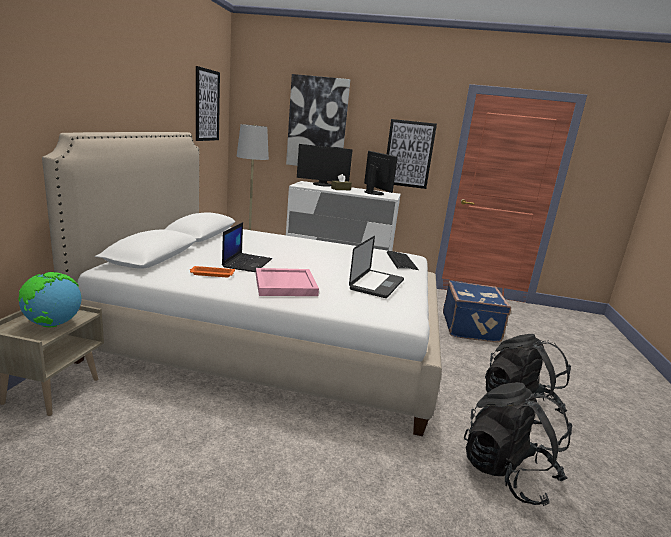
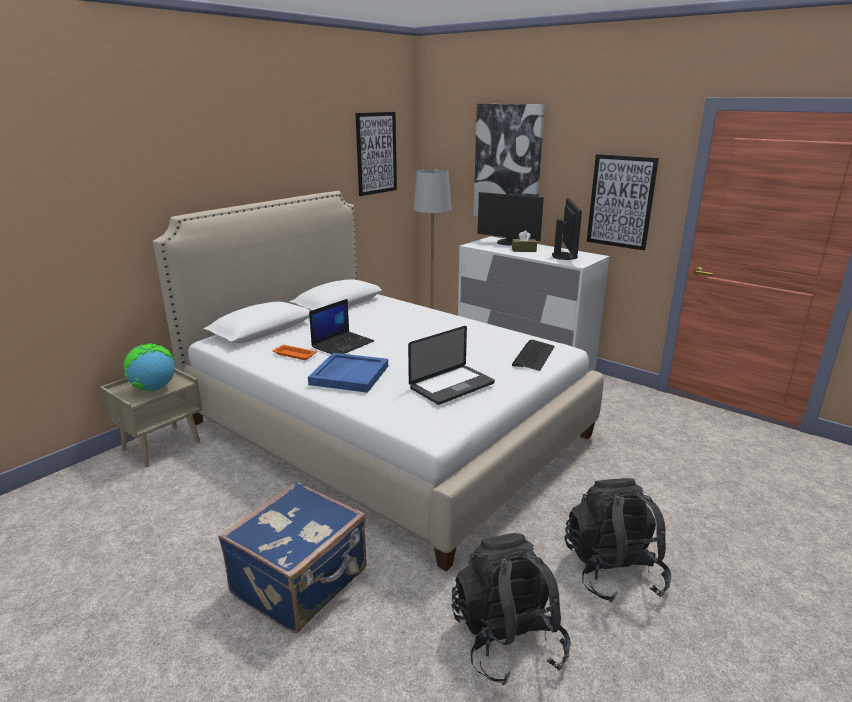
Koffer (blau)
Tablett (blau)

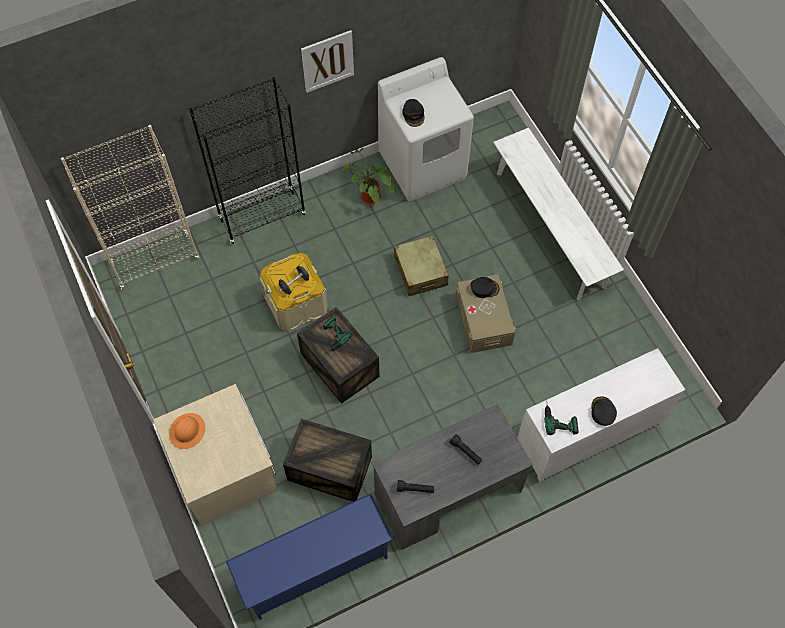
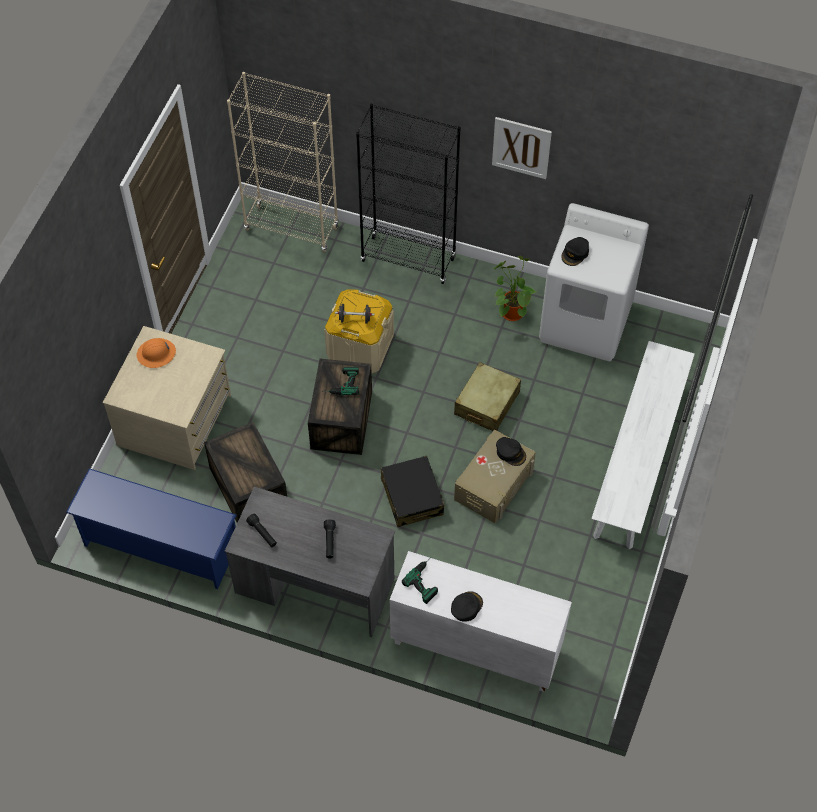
Koffer (schwarz)

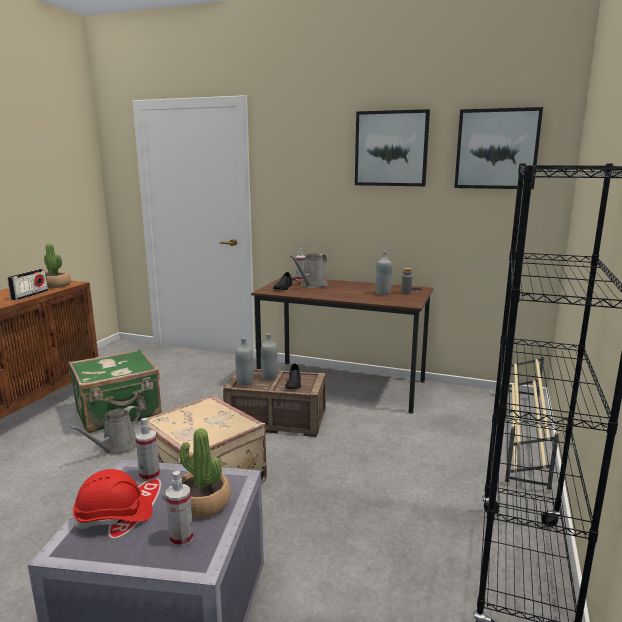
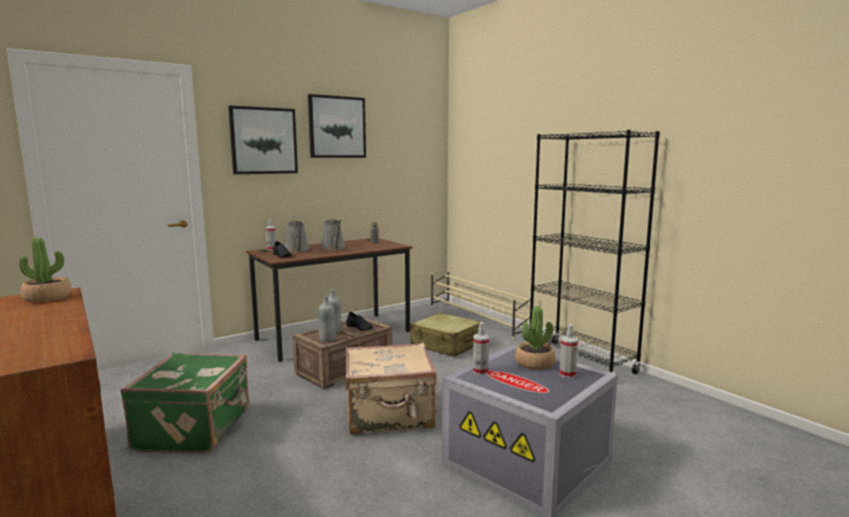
Radio
Schutzhelm (rot)
Flasche (grau) (3rd from left in the first image)
Koffer (beige) (2nd from left)
Gießkanne (grau) (2nd from left)
Bild (1st from left)

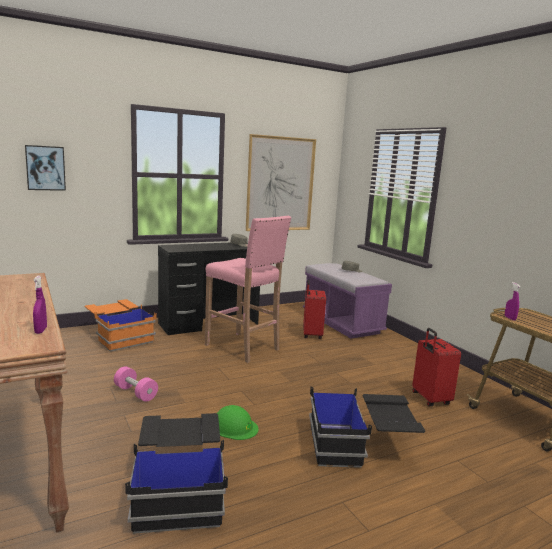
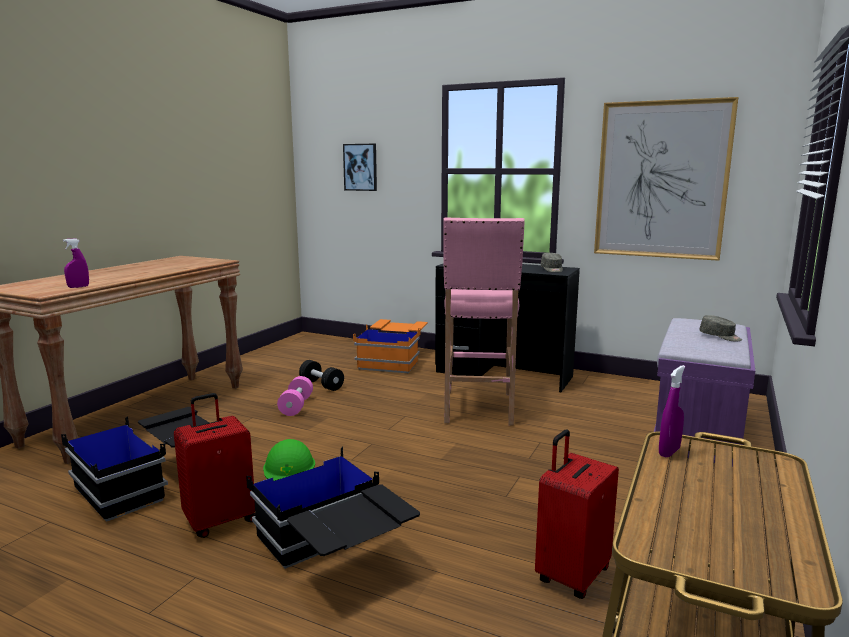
Hantel (schwarz)
Koffer (rot) (1st from left)

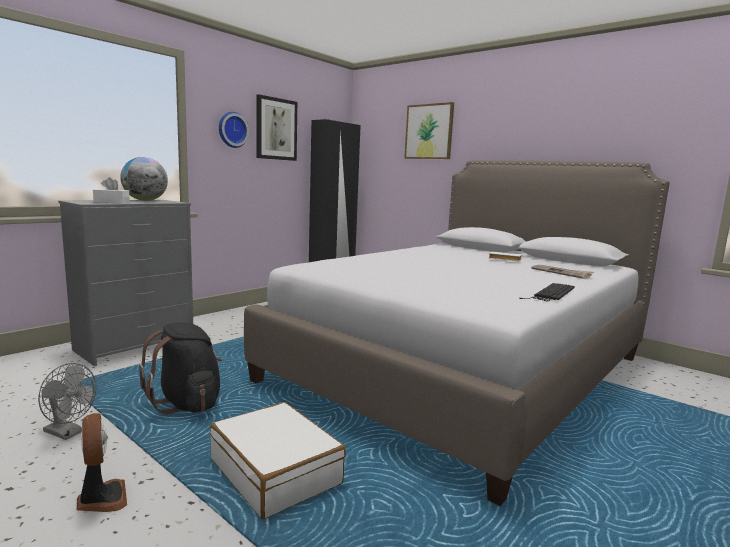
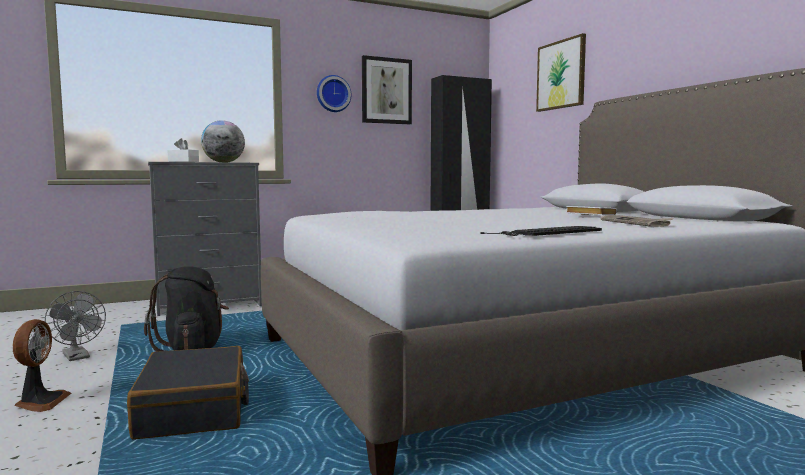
Koffer (schwarz)

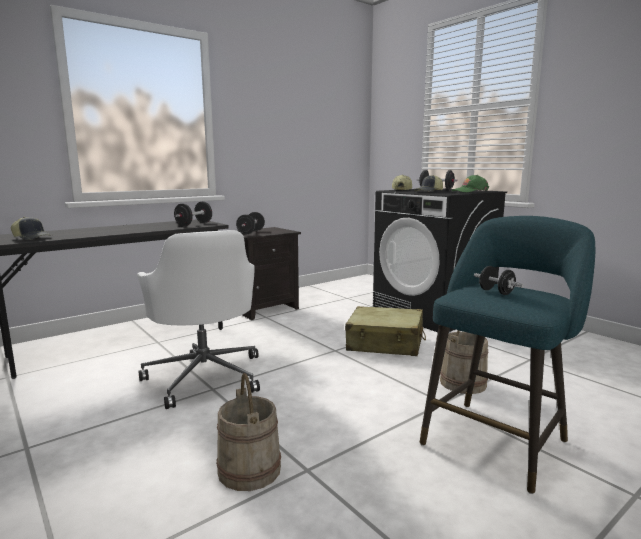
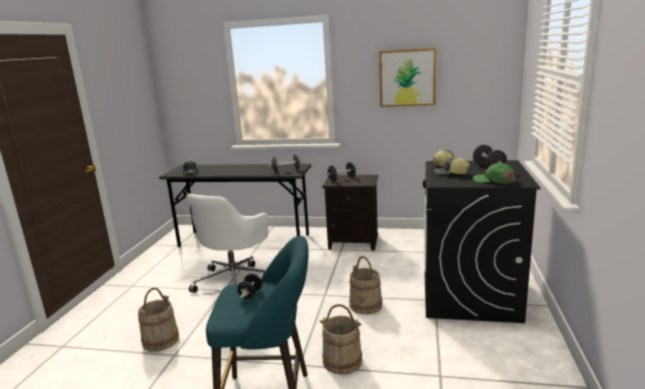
Bild
Eimer (beige) (3rd from left)

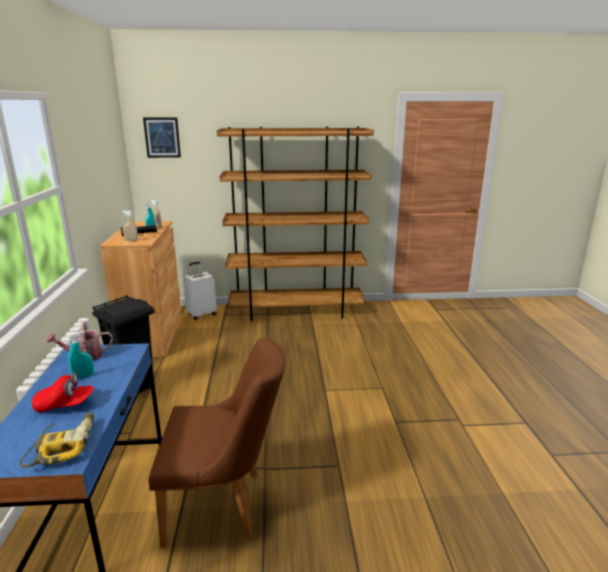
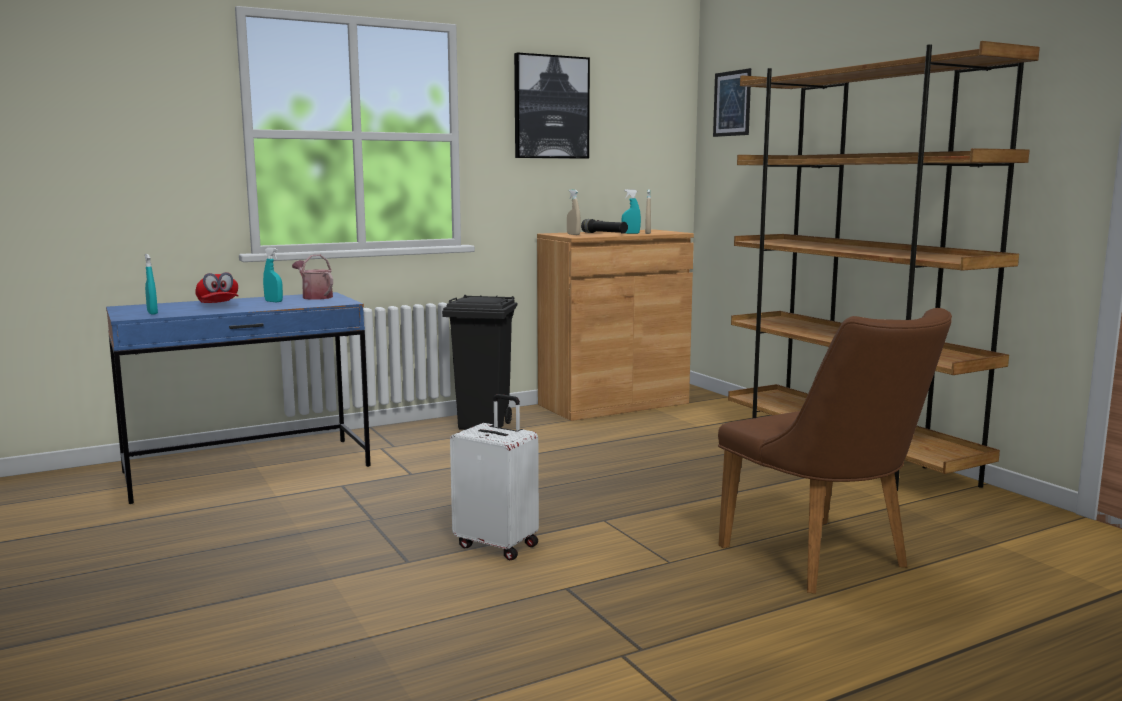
Bild (1st from left)
Stuhl (braun)
Koffer (weiß)
Sprühflasche (türkis) (1st from left)

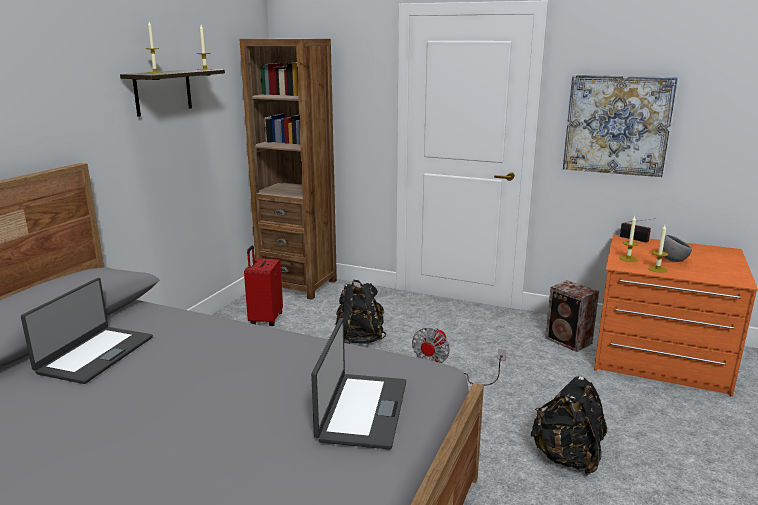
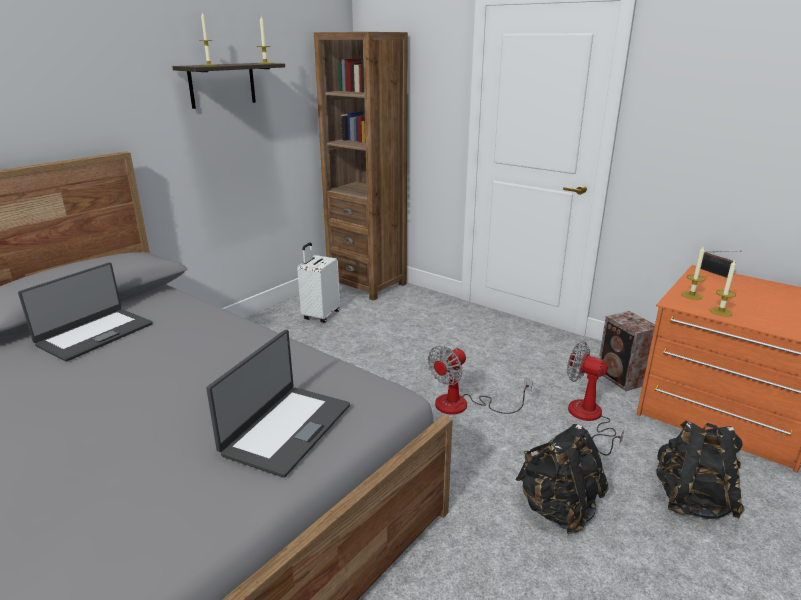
Bild
Schüssel (grau)
Ventilator (2nd from left)
Rucksack (schwarz) (2nd from left)
Koffer (weiß)

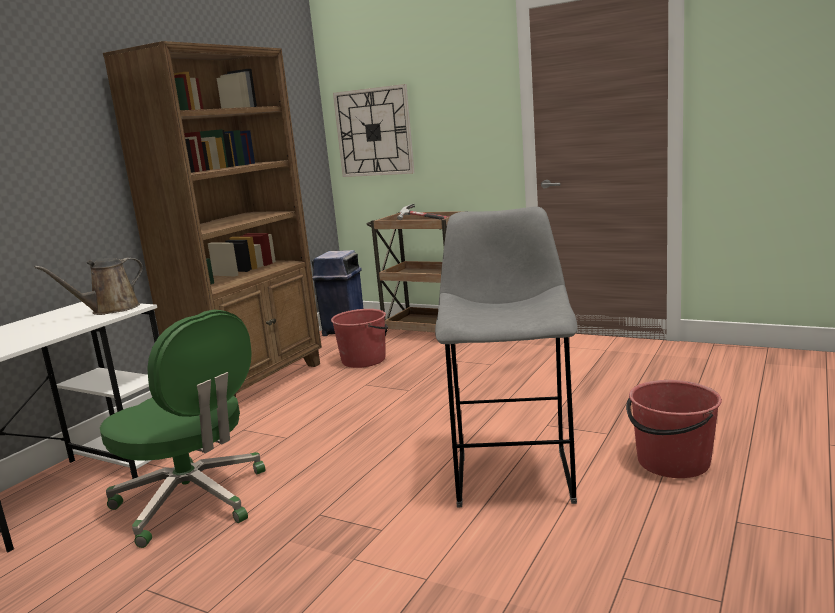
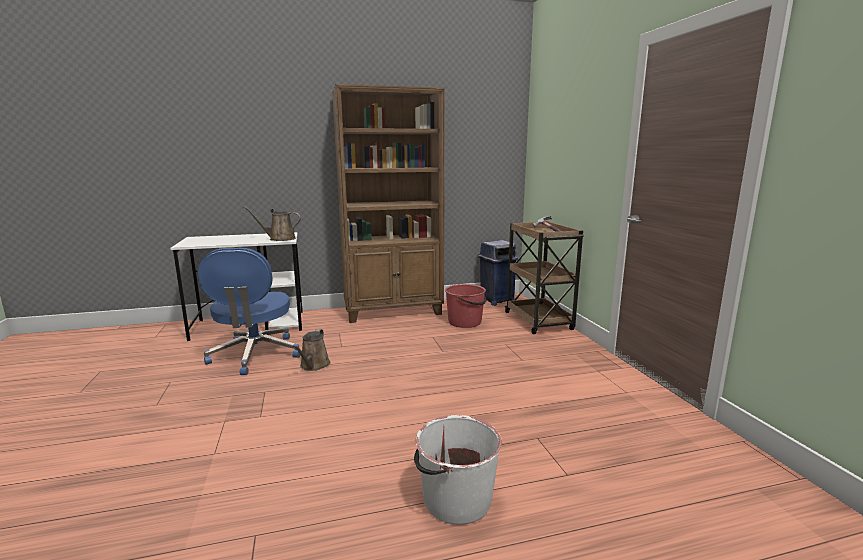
Wanduhr
Hocker (grau)
Gießkanne (braun) (2nd from left)
Bürostuhl (blau)
Eimer (weiß)

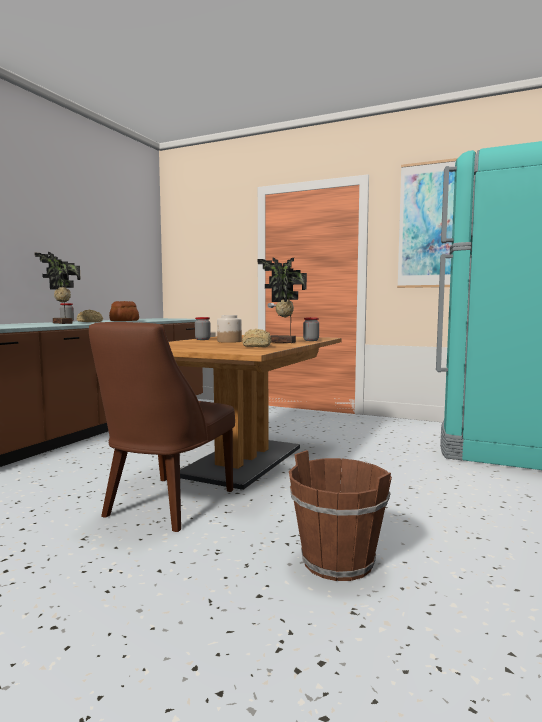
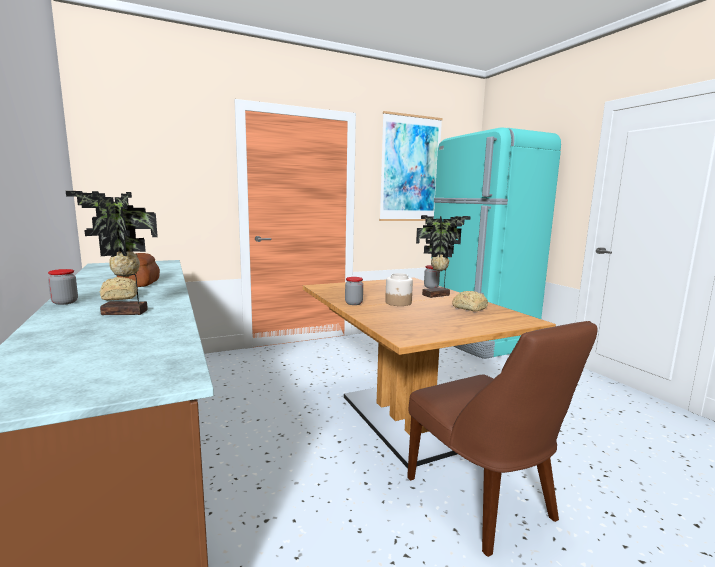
Eimer (braun)

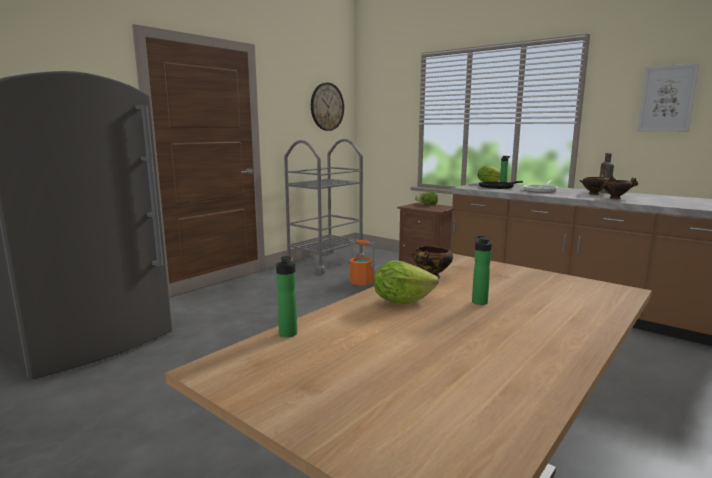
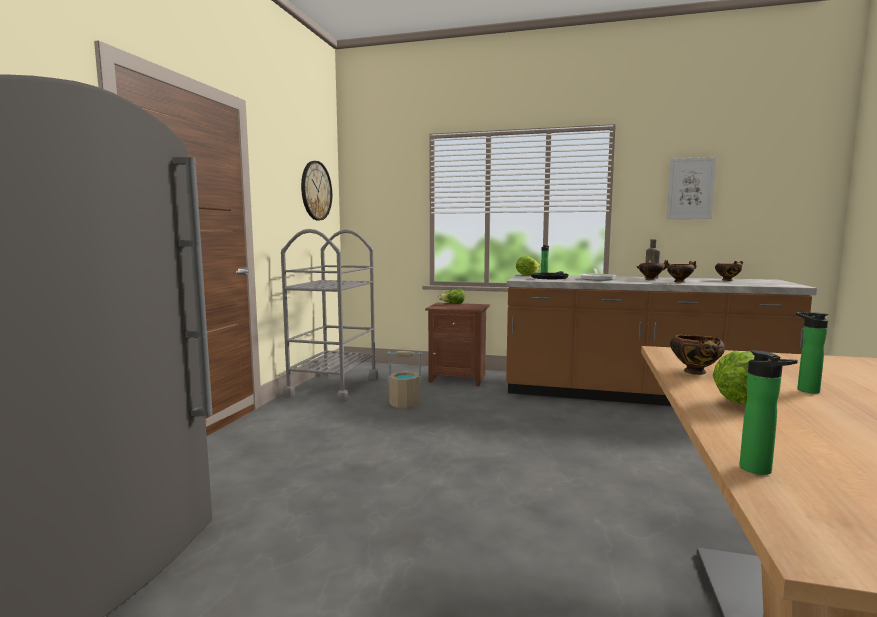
Schüssel (4th from left)
Eimer (beige)

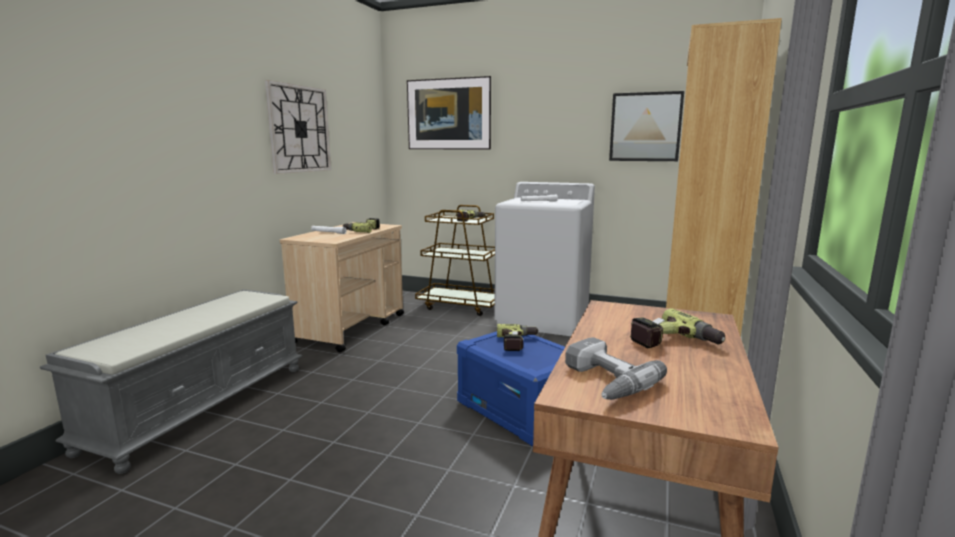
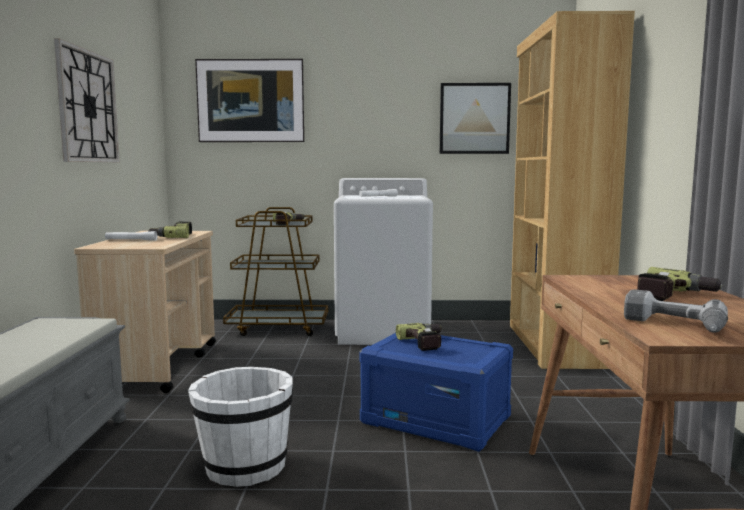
Eimer (weiß)

